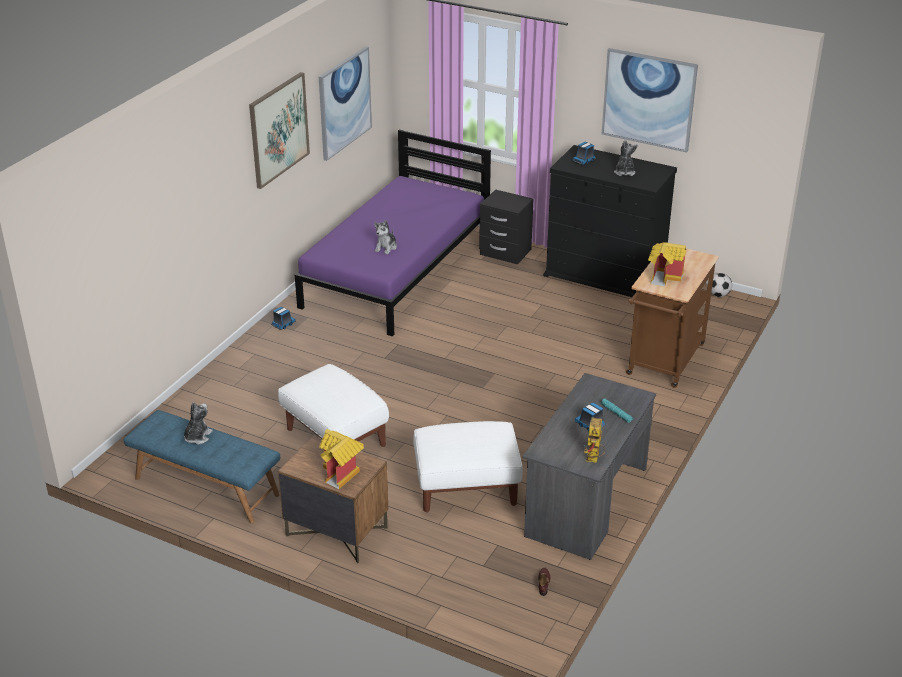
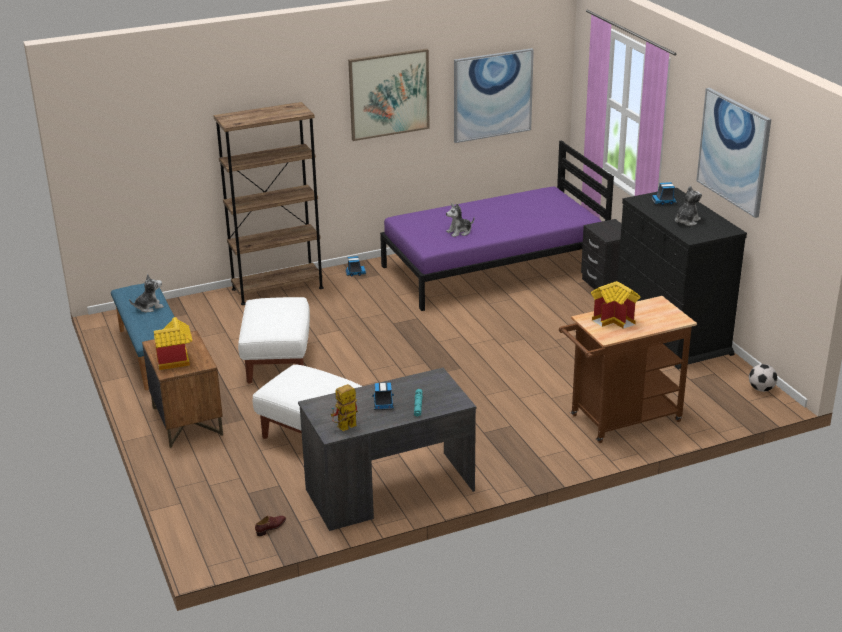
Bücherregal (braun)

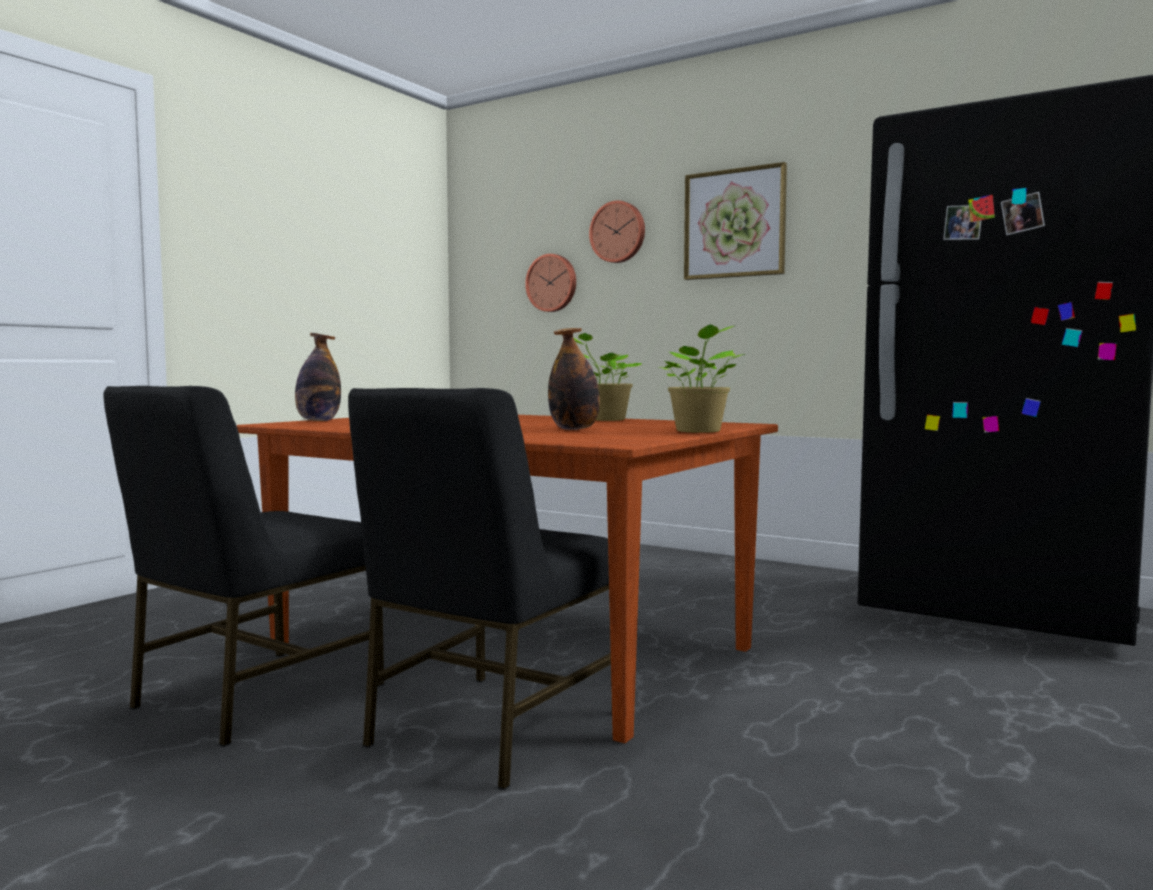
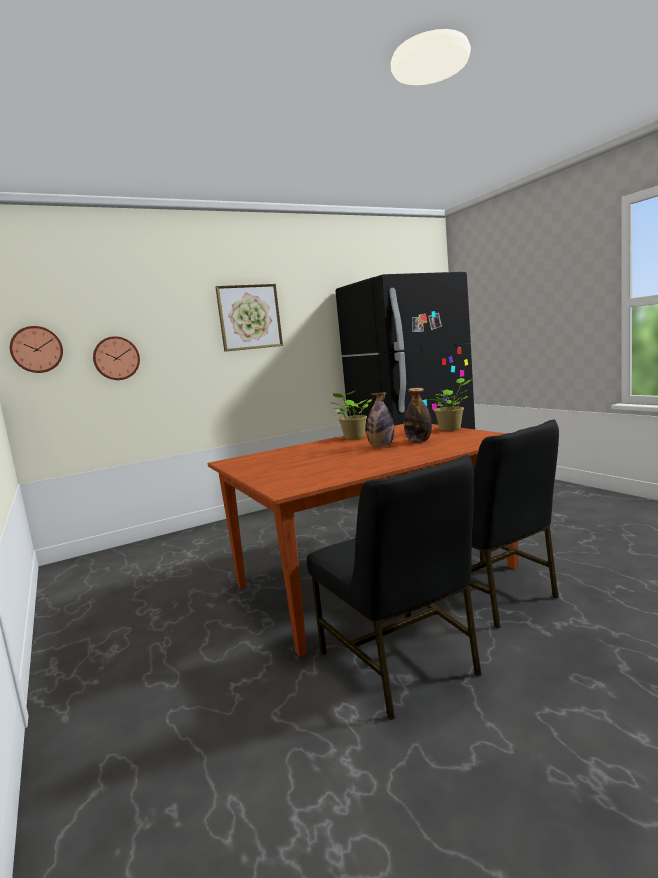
Flasche (1st from left)
Wanduhr (1st from left)

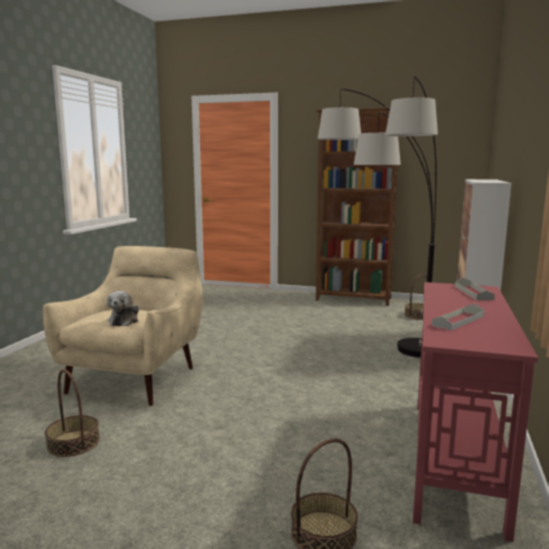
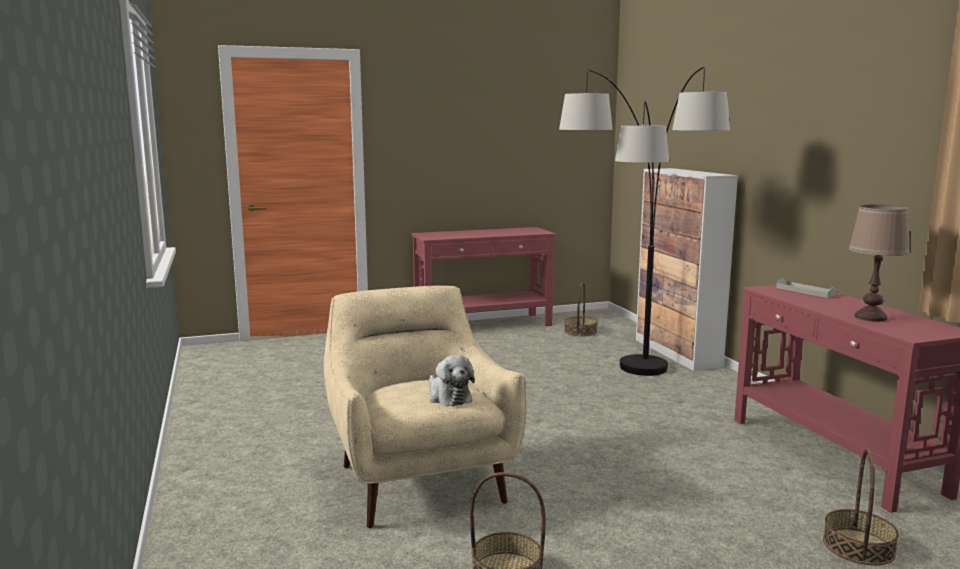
Konsolentisch (rot) (1st from left)
Tischlampe (braun)

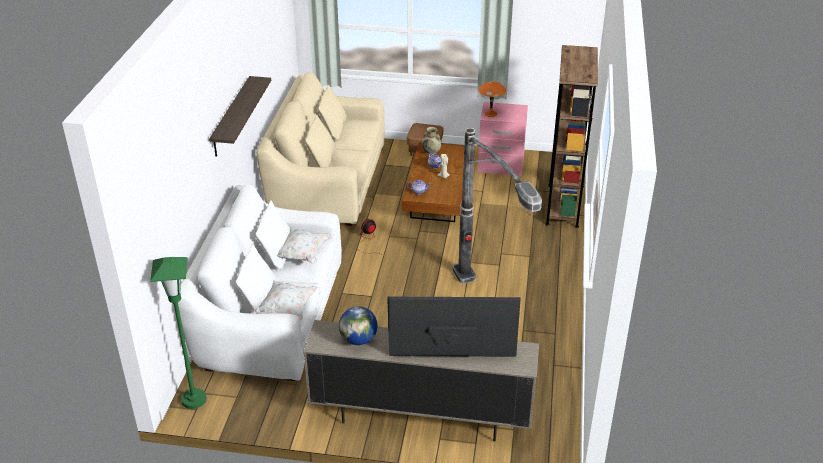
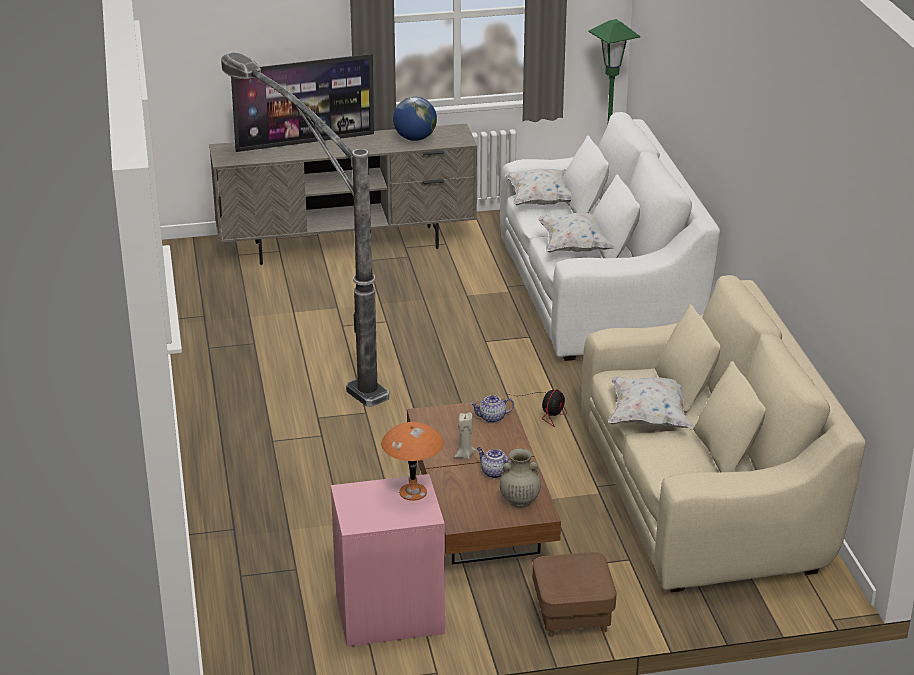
Wandregal
Bücherregal (braun)
Kissen (weiß) (3rd from left)

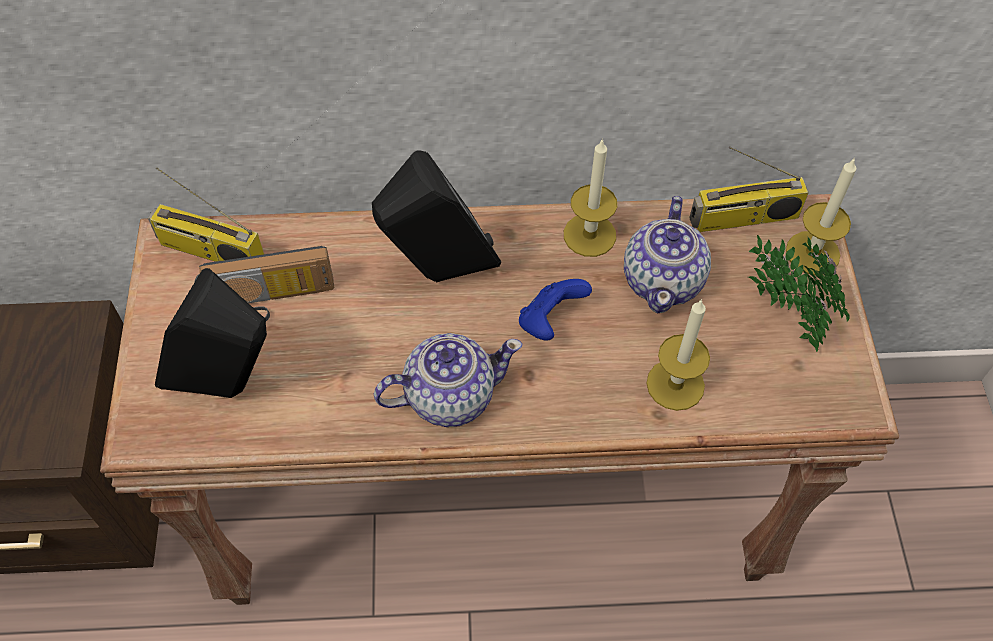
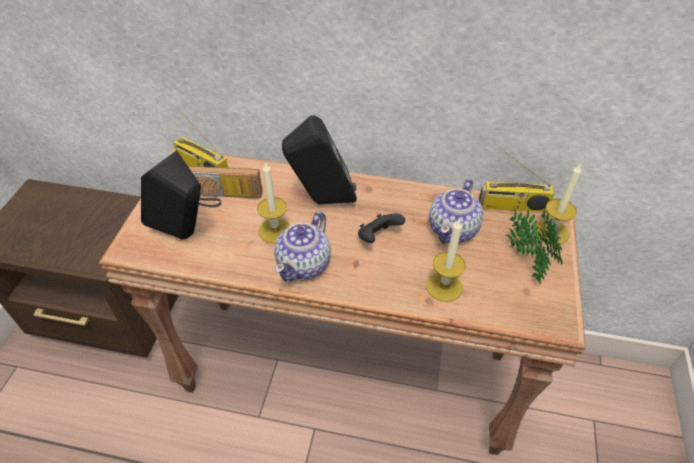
Kerze (1st from left)
Gamepad (schwarz)
Teekanne (1st from left)

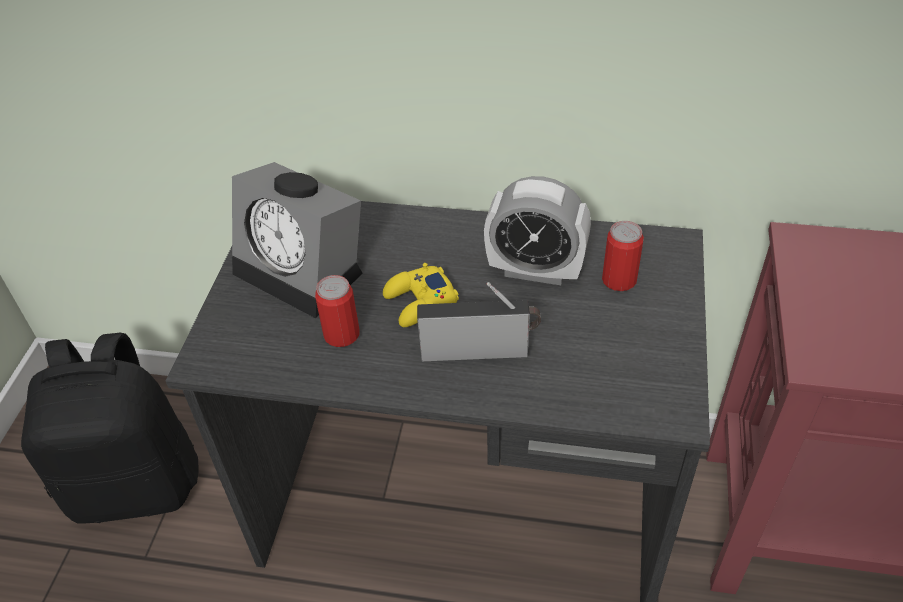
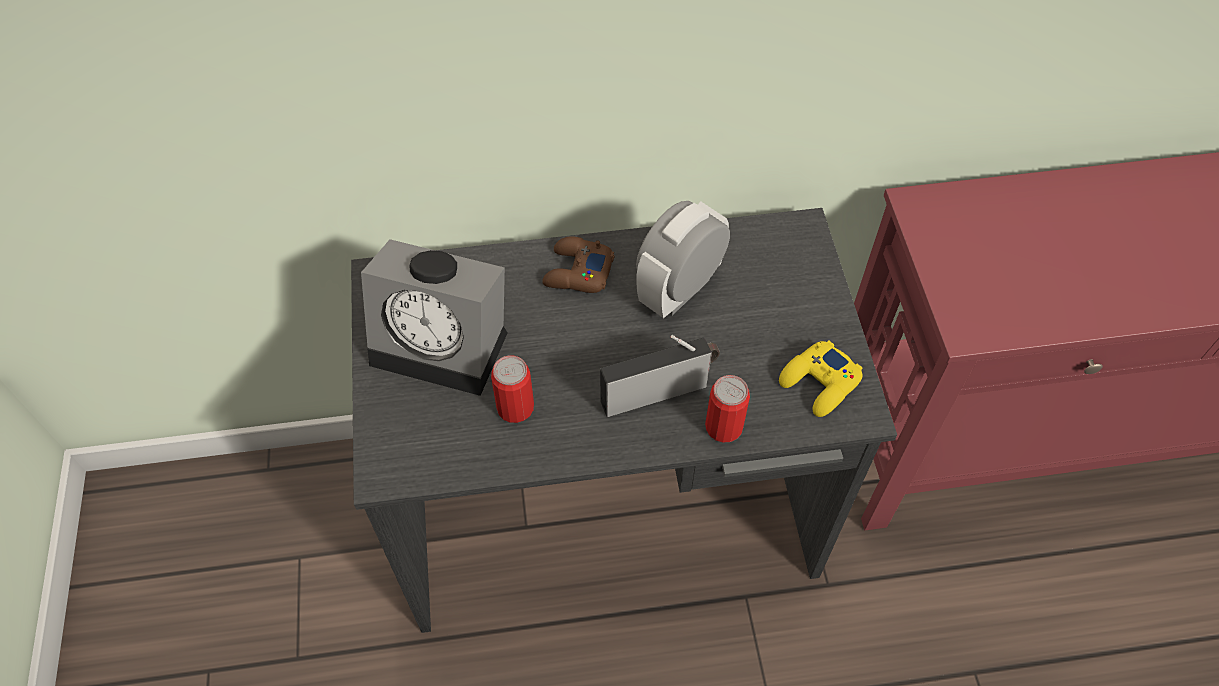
Rucksack (schwarz)
Gamepad (braun)
Gamepad (gelb)
Dose (2nd from left)
Wecker (2nd from left)

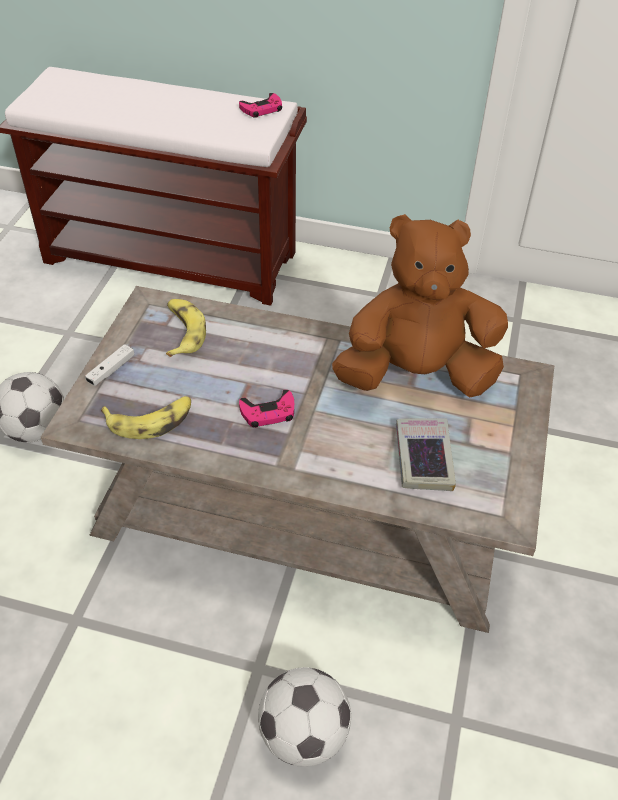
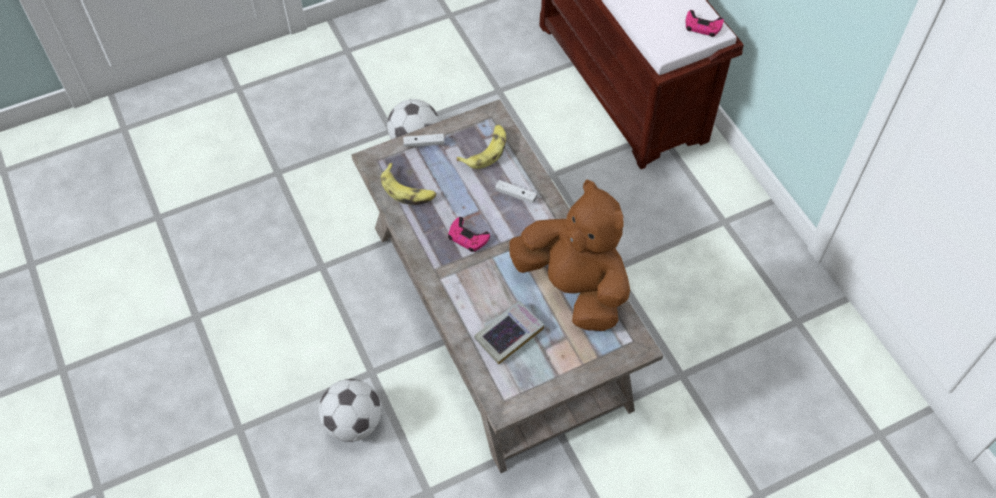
Gamepad (weiß) (2nd from left)

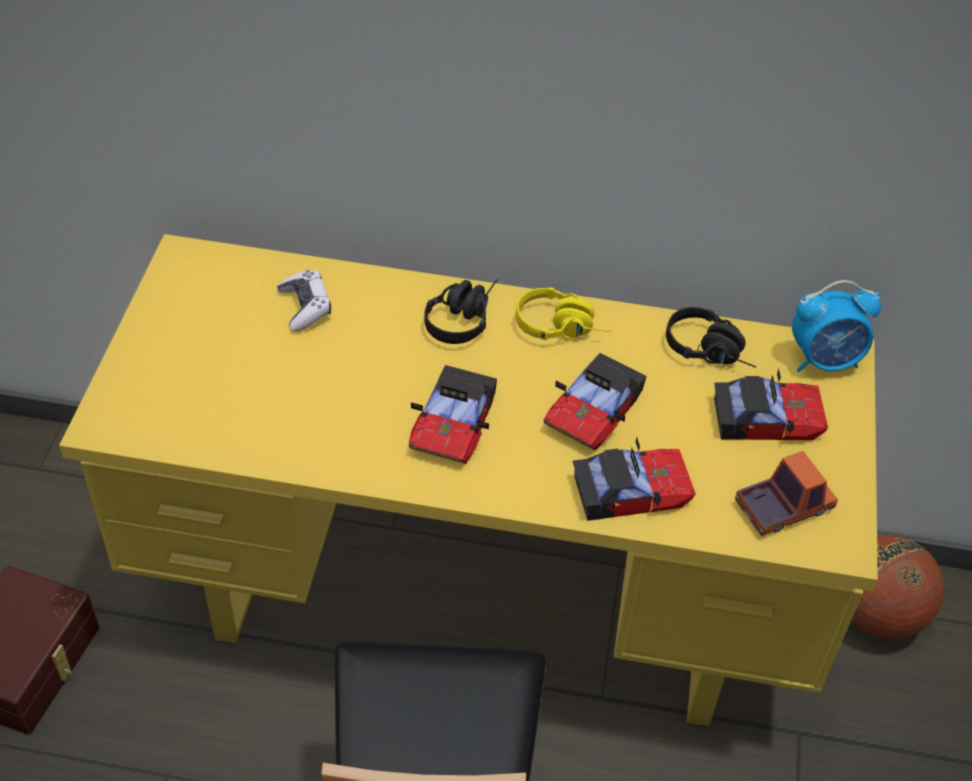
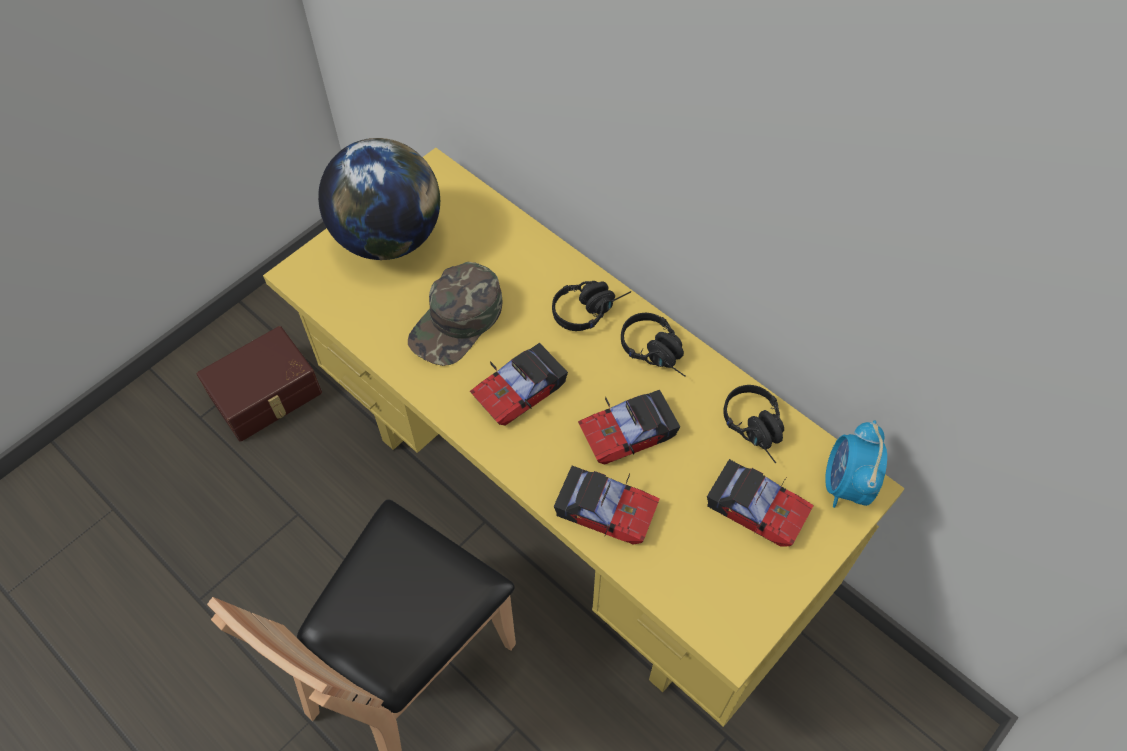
Gamepad
Spielzeuglaster
Basketball
Globus
Kappe (grün)
Kopfhörer (schwarz) (2nd from left)
Wecker

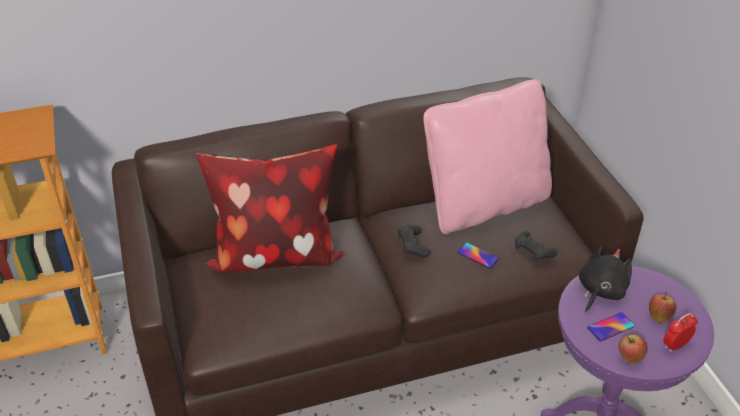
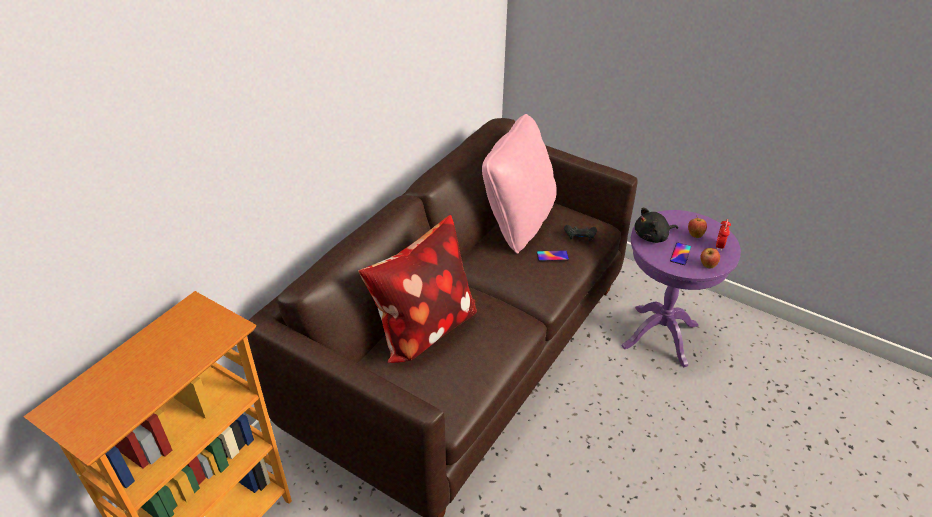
Gamepad (schwarz) (1st from left in the first image)
Plüschtier (schwarz)

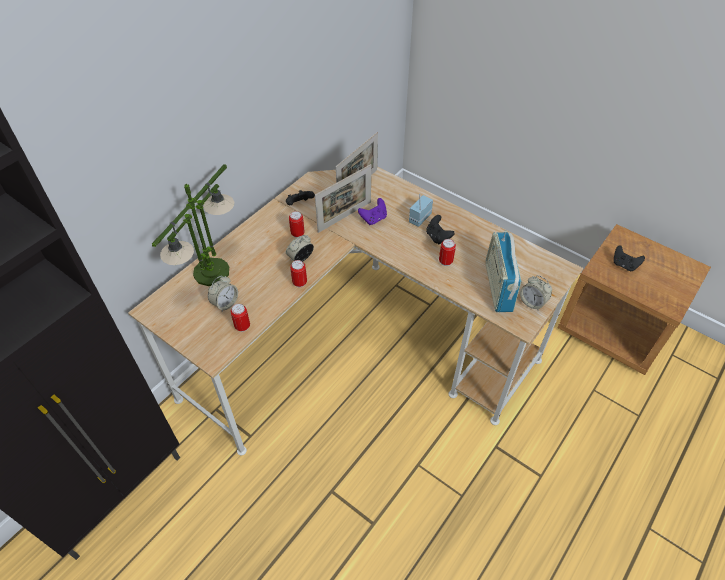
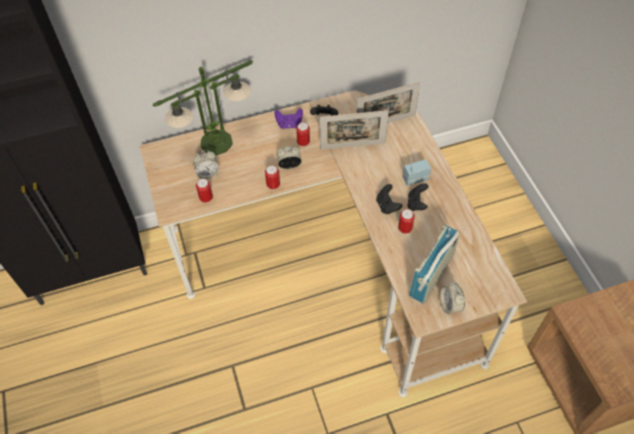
Gamepad (lila)
Gamepad (schwarz) (2nd from left)

